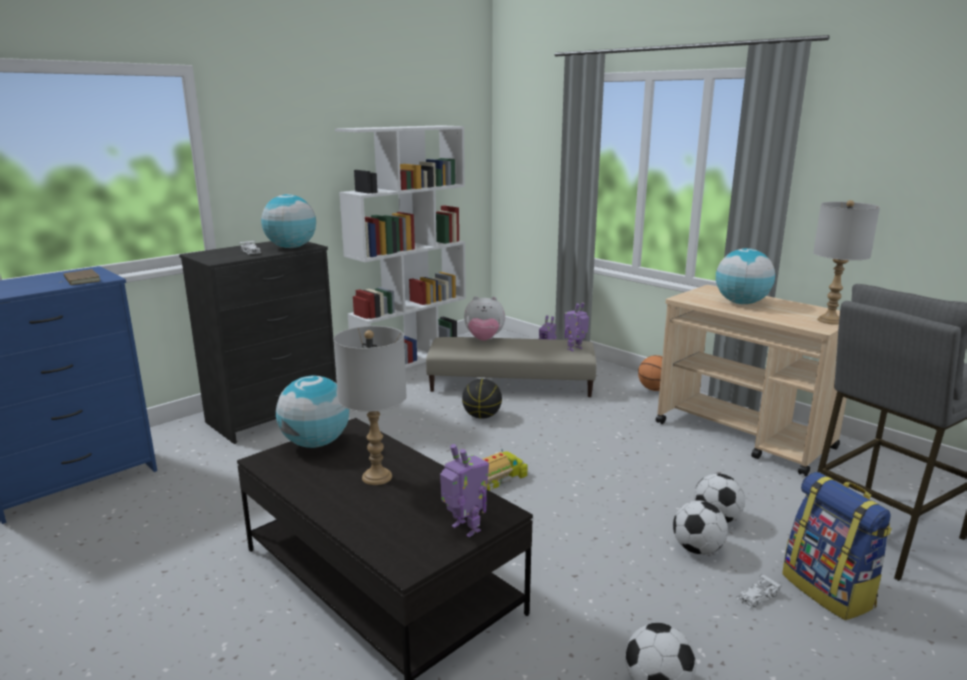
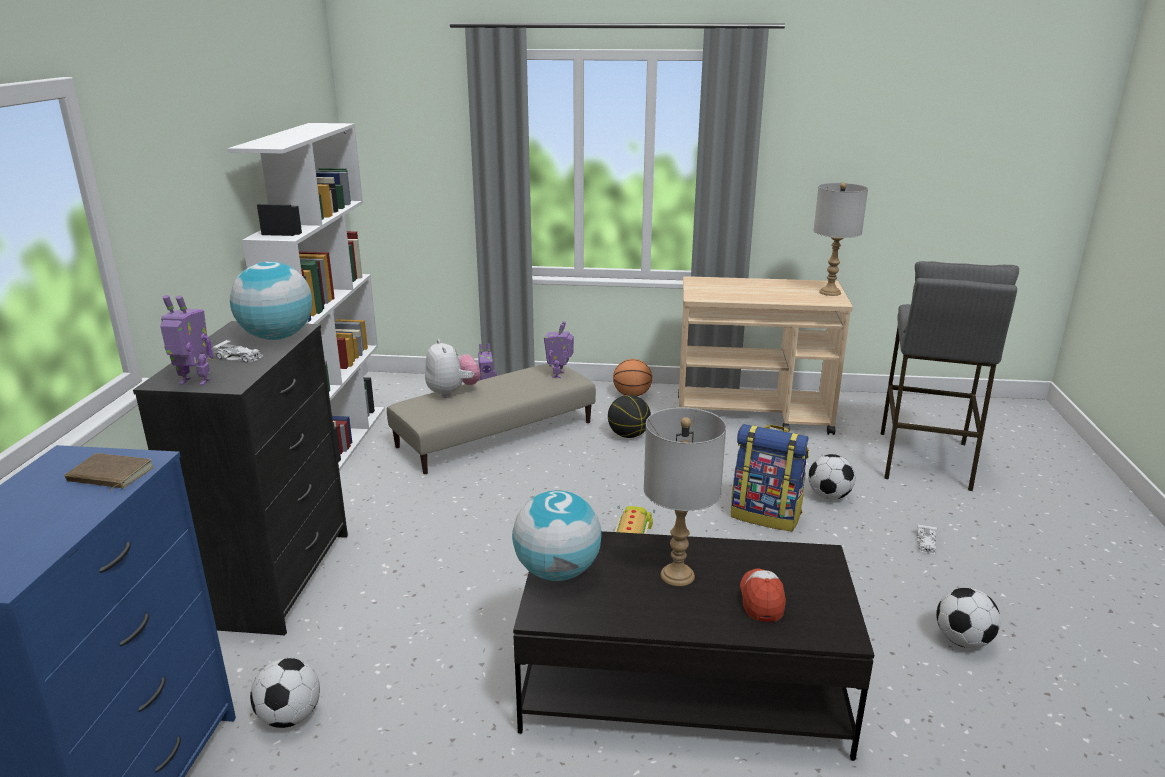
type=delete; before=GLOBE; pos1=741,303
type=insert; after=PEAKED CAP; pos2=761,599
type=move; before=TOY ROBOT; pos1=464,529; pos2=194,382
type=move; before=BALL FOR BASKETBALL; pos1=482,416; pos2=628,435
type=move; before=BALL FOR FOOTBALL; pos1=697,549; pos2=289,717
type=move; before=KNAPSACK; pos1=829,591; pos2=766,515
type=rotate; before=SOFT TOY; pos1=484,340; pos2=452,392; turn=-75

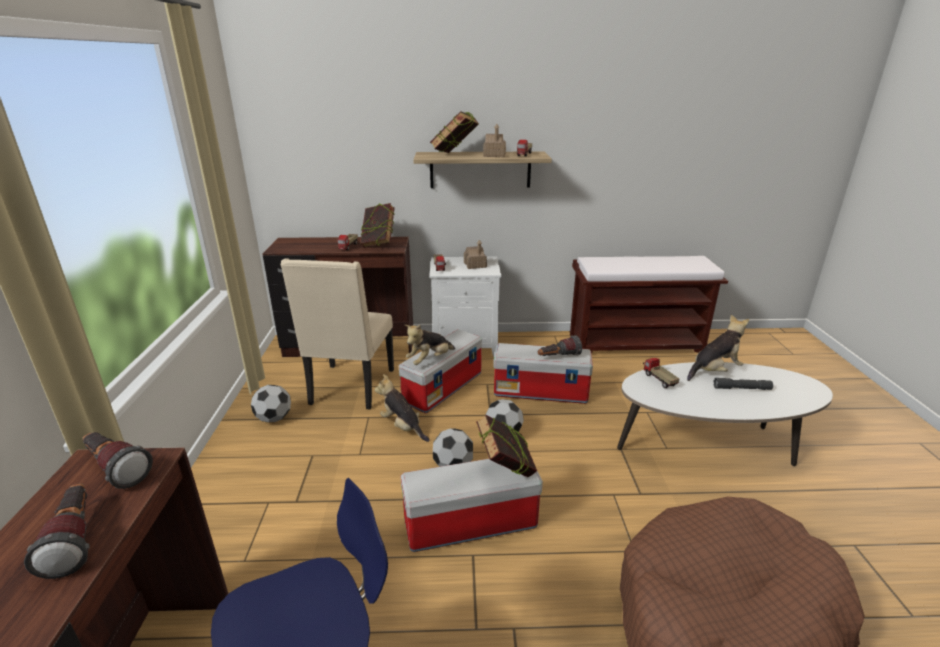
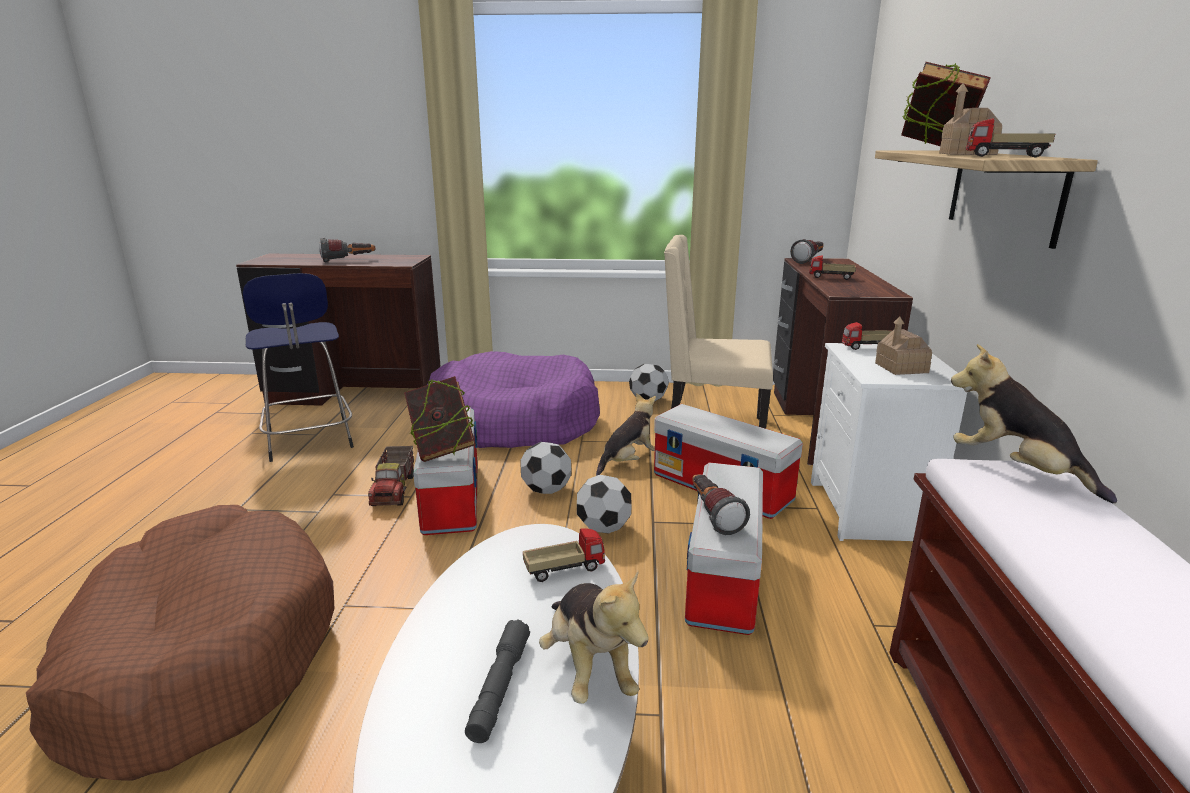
type=delete; before=VOLUME; pos1=379,244
type=insert; after=MODEL TRUCK; pos2=395,490
type=insert; after=PURPLISH PET BED; pos2=513,422
type=move; before=HAND TORCH; pos1=116,469; pos2=809,261
type=move; before=SOFT TOY; pos1=429,360; pos2=1016,471

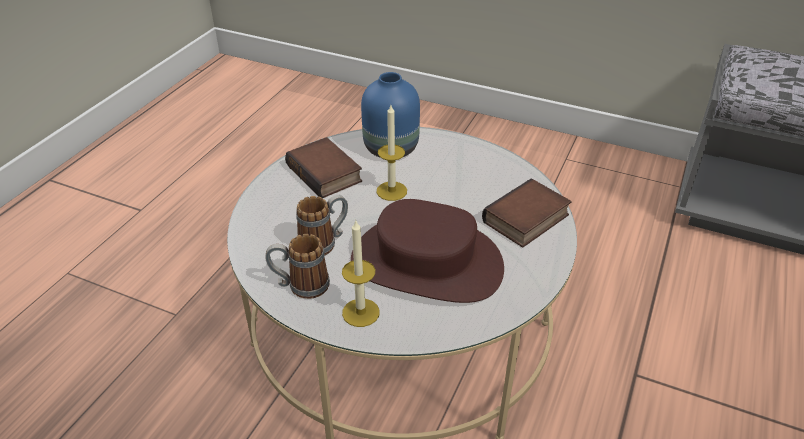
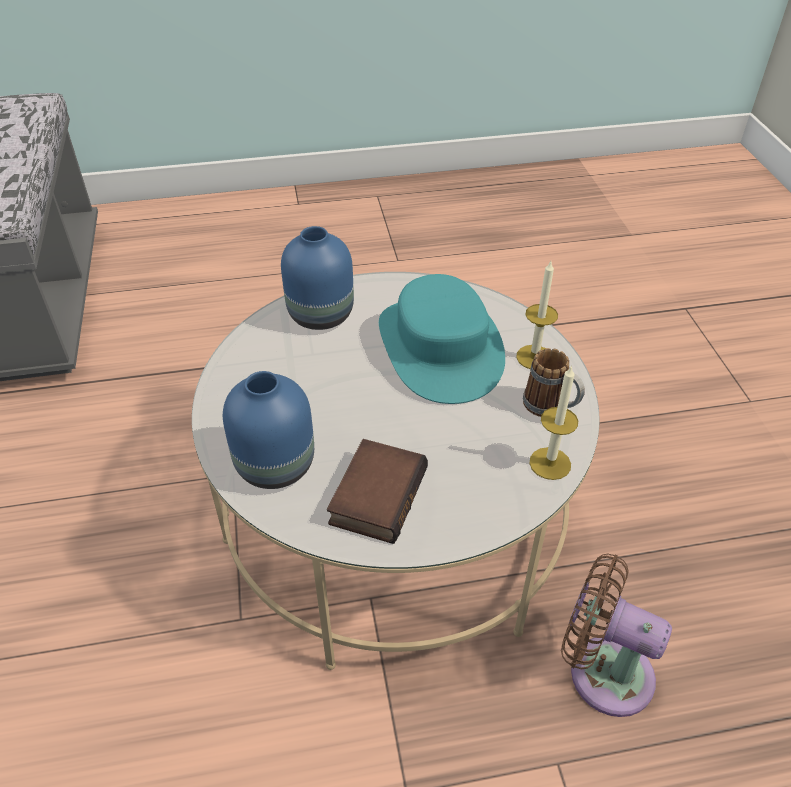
type=delete; before=MUG; pos1=324,243
type=insert; after=BROWN-COLOURED FAN; pos2=602,671
type=move; before=WAX LIGHT; pos1=391,191; pos2=550,463
type=replace; before=VOLUME; after=BLUISH FLOWER VASE; pos1=526,220; pos2=322,314
type=recolor; before=BROWN-COLOURED WEARABLE HAT; after=TURQUOISE-COLOURED WEARABLE HAT; pos1=426,263; pos2=440,348

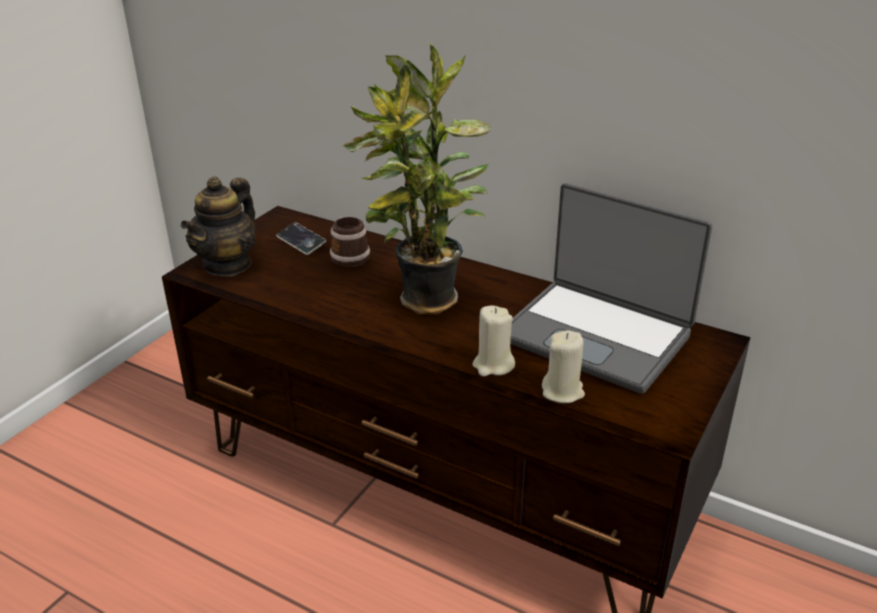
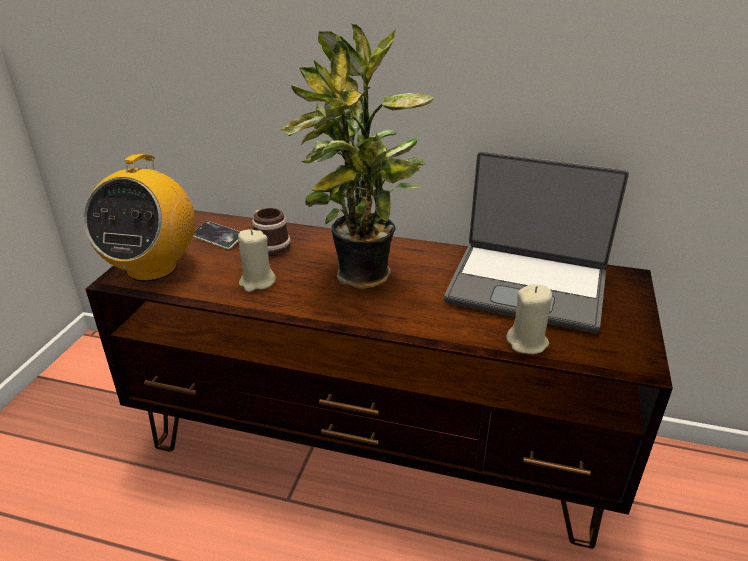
type=move; before=BEIGE-COLOURED WAX LIGHT; pos1=493,365; pos2=257,282
type=replace; before=POT FOR TEA; after=RADIO SET; pos1=227,264; pos2=152,268

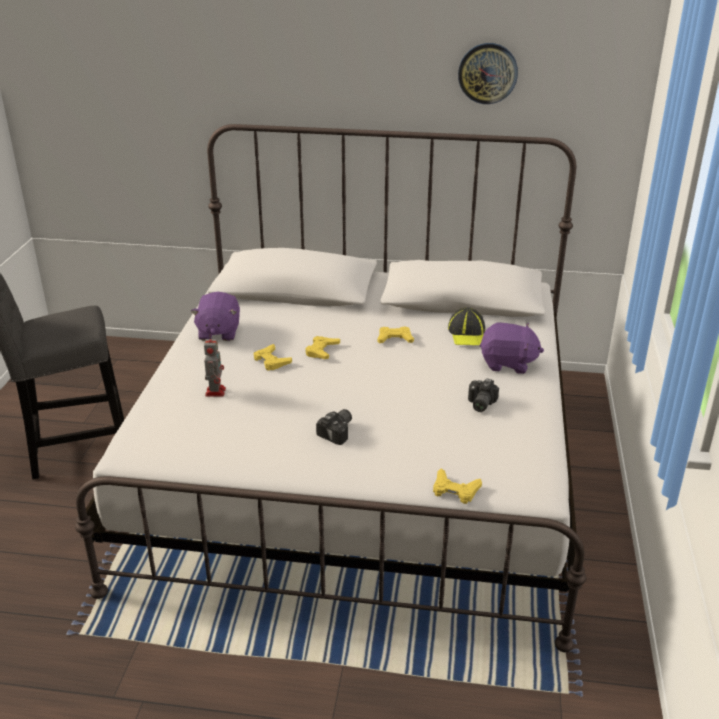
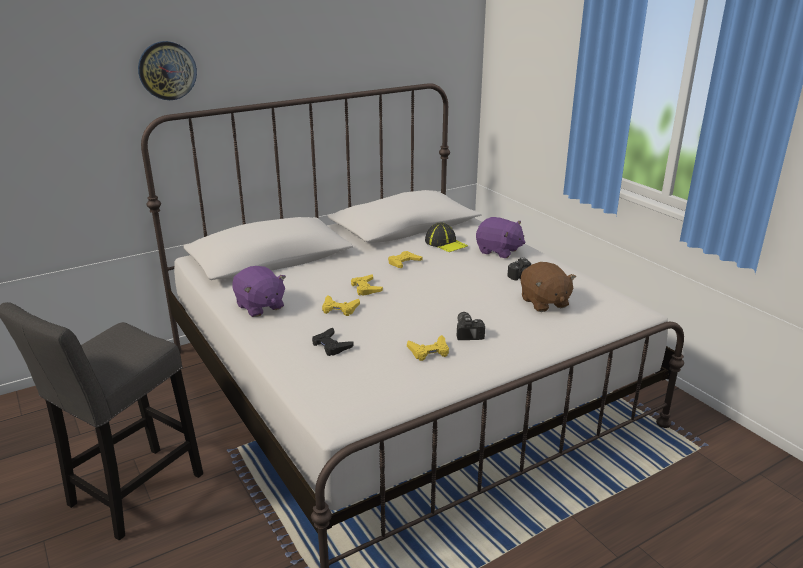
type=insert; after=BROWN-COLOURED SOFT TOY; pos2=544,302
type=move; before=YELLOW JOYPAD; pos1=455,490; pos2=429,351
type=move; before=CLOCK ON THE WALL; pos1=487,73; pos2=167,70
type=replace; before=TOY ROBOT; after=BLACK JOYPAD; pos1=215,391; pos2=331,346
type=rotate; before=PURPLISH SOFT TOY; pos1=508,363; pos2=498,251; turn=60

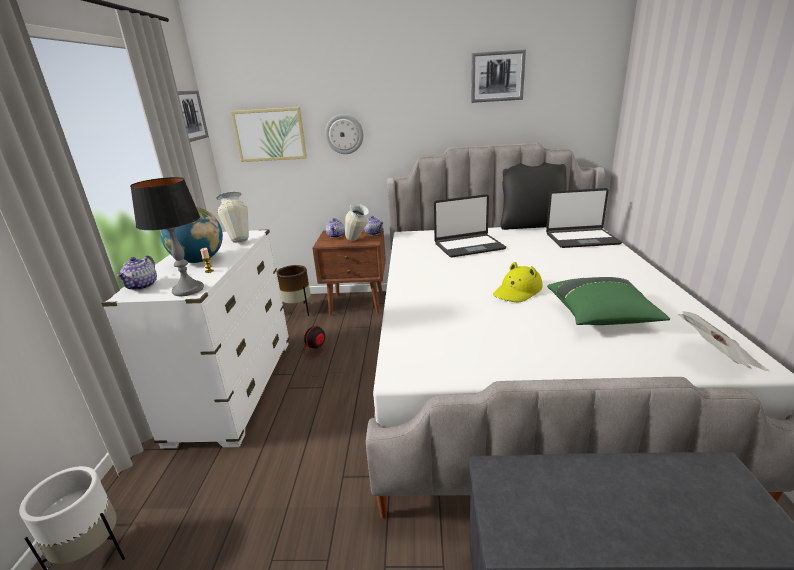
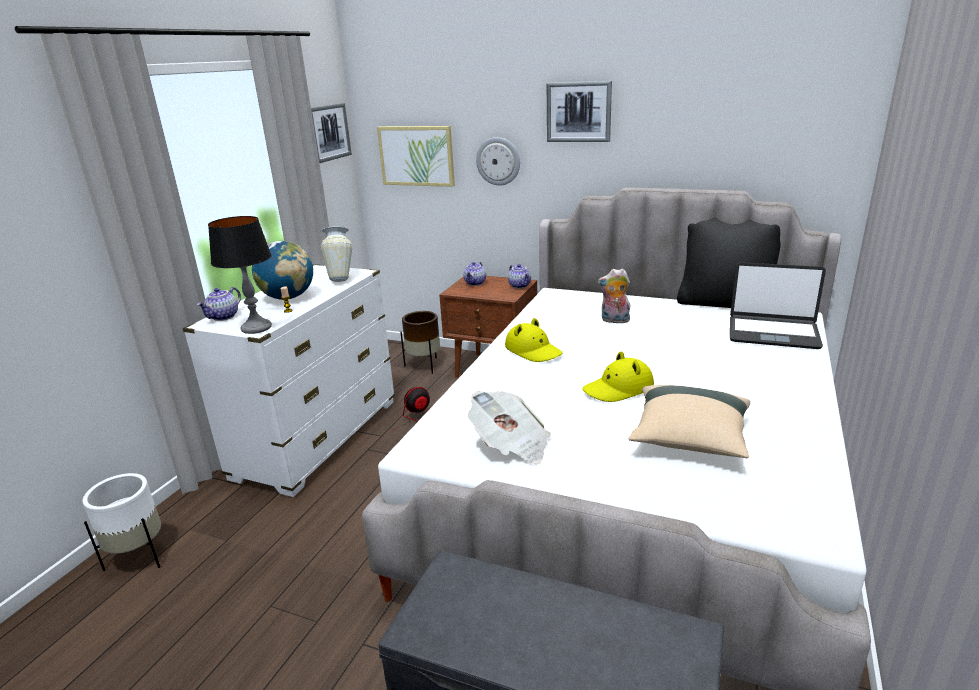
type=delete; before=FLOWER VASE; pos1=358,242
type=insert; after=YELLOW WEARABLE HAT; pos2=533,350
type=move; before=WALL ART; pos1=497,76; pos2=579,112
type=move; before=NEWSPAPER; pos1=717,359; pos2=511,445
type=replace; before=LAPTOP; after=SOFT TOY; pos1=468,246; pos2=614,321
type=recolor; before=GREENISH PILLOW; after=BEIGE-COLOURED PILLOW; pos1=601,317; pos2=689,439

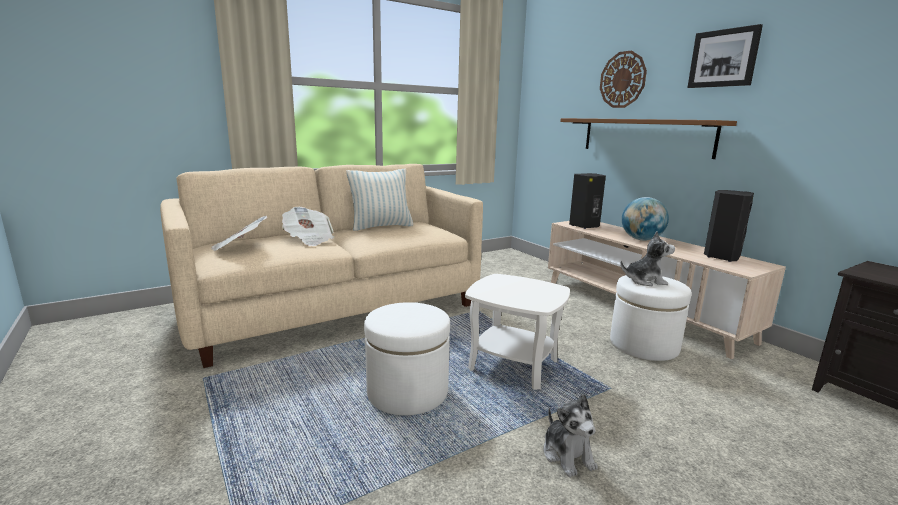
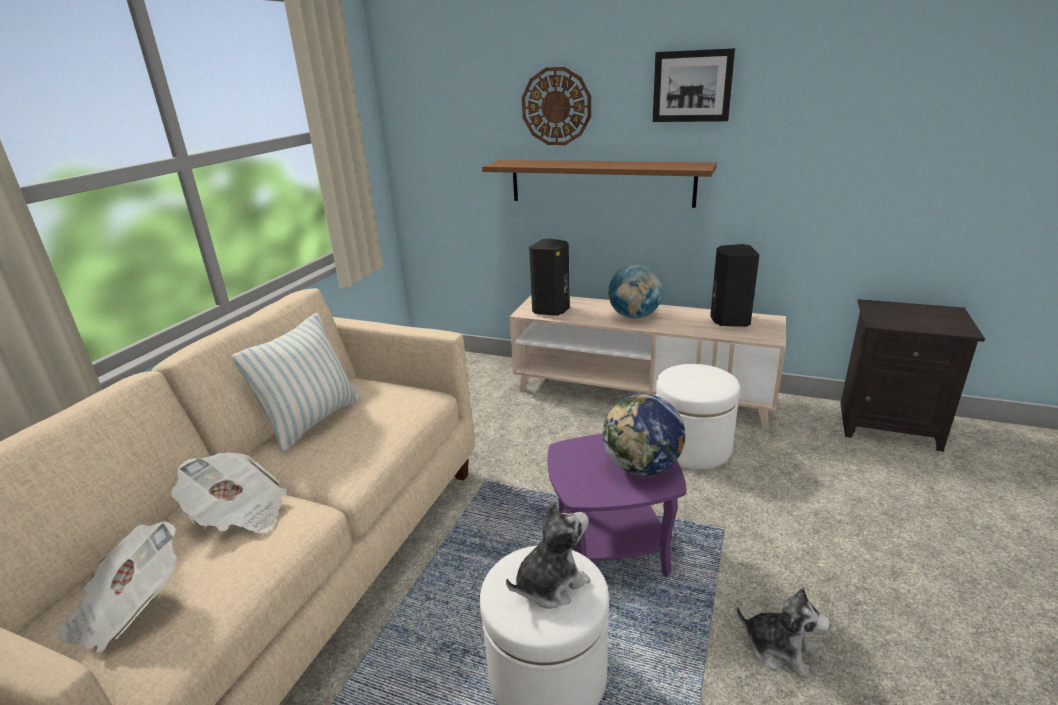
type=insert; after=GLOBE; pos2=642,467
type=move; before=SOFT TOY; pos1=644,281; pos2=550,584
type=recolor; before=WHITE-COLOURED END TABLE; after=PURPLISH END TABLE; pos1=513,365; pos2=612,551

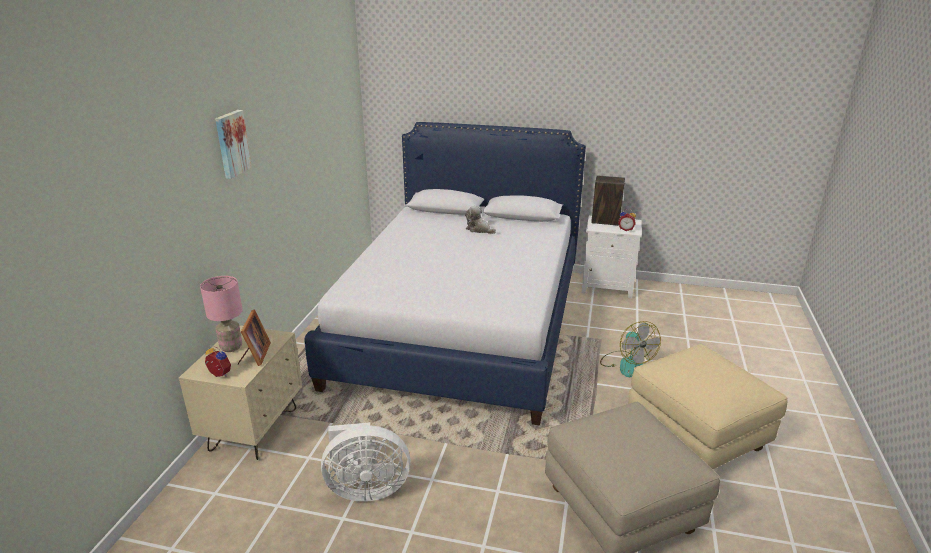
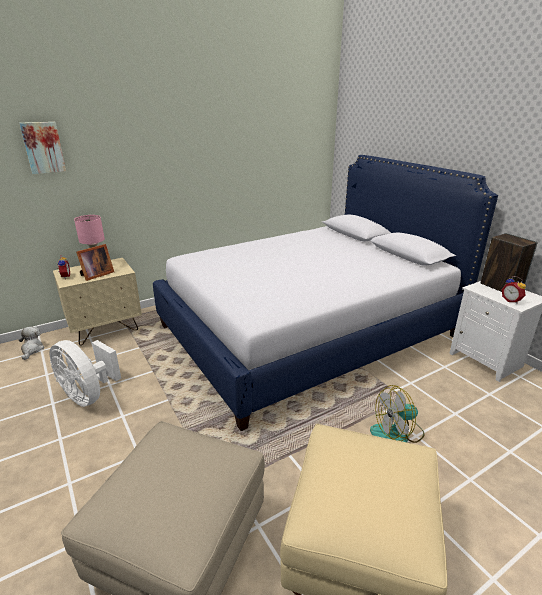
type=move; before=WALL ART; pos1=231,143; pos2=43,147
type=move; before=SOFT TOY; pos1=479,229; pos2=32,350
type=rotate; before=FAN; pos1=626,363; pos2=397,433; turn=45

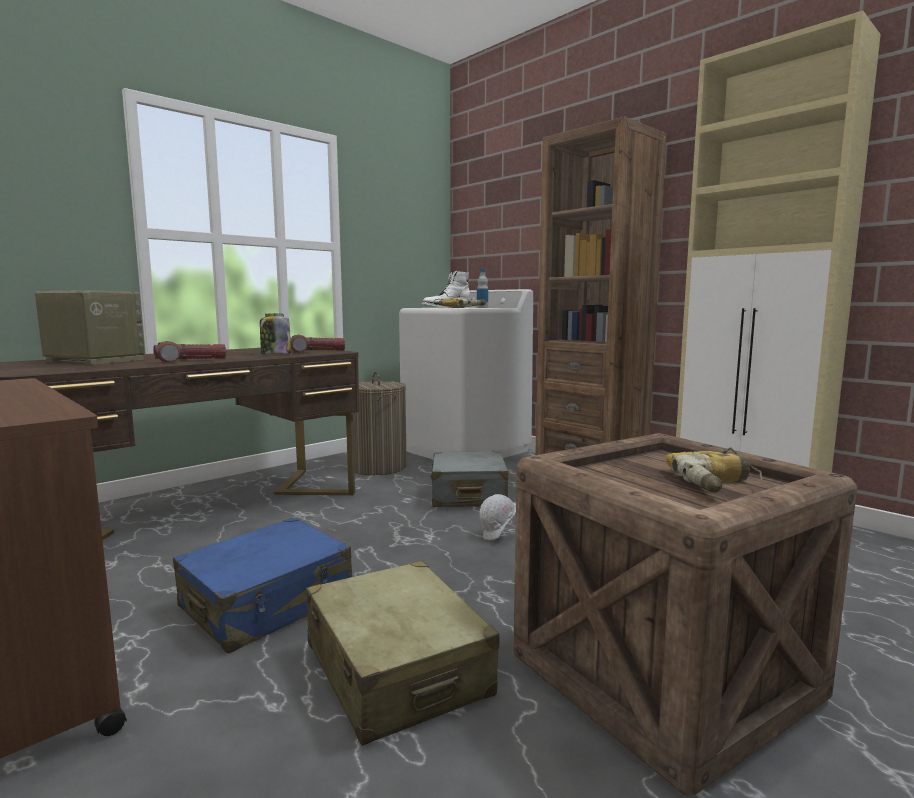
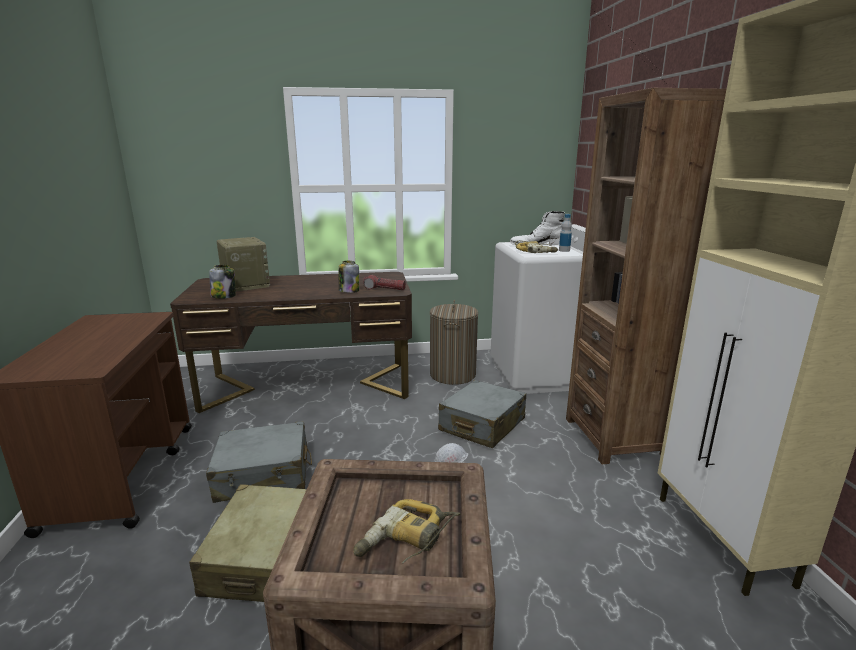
type=delete; before=HAND TORCH; pos1=191,361
type=insert; after=STORAGE JAR; pos2=224,296
type=recolor; before=BLUISH TRAVEL CASE; after=GREYISH TRAVEL CASE; pos1=267,603; pos2=263,475

